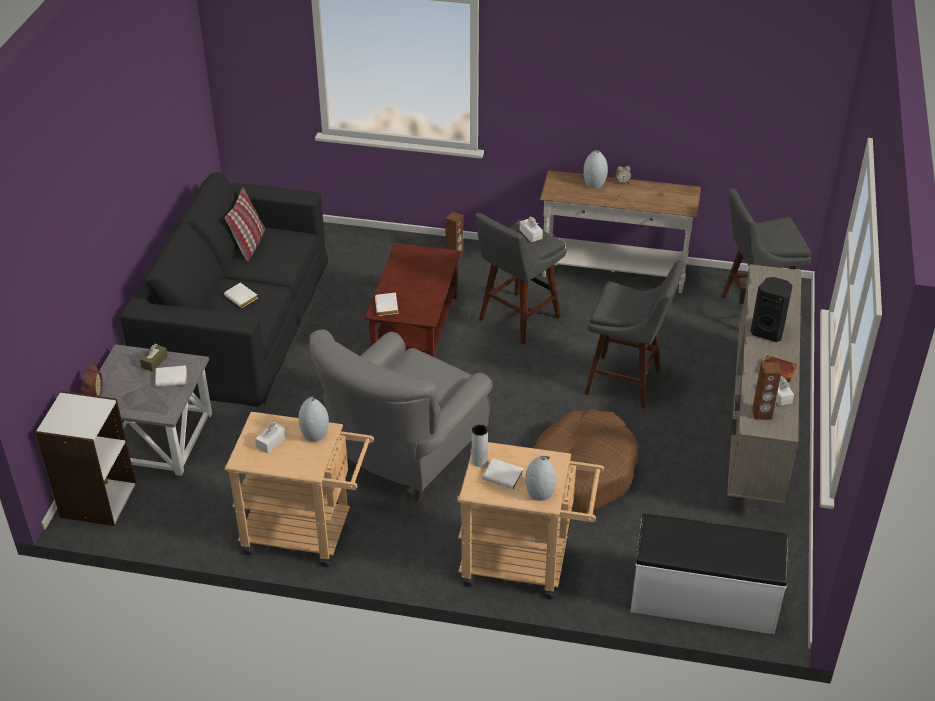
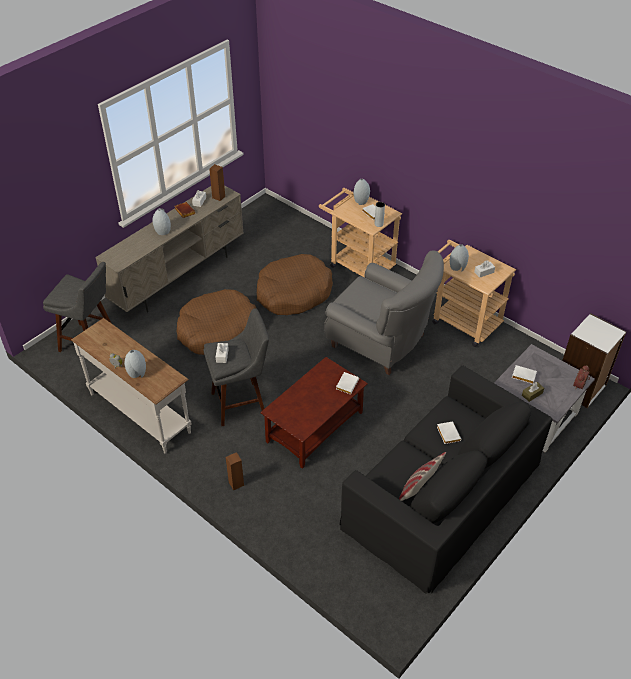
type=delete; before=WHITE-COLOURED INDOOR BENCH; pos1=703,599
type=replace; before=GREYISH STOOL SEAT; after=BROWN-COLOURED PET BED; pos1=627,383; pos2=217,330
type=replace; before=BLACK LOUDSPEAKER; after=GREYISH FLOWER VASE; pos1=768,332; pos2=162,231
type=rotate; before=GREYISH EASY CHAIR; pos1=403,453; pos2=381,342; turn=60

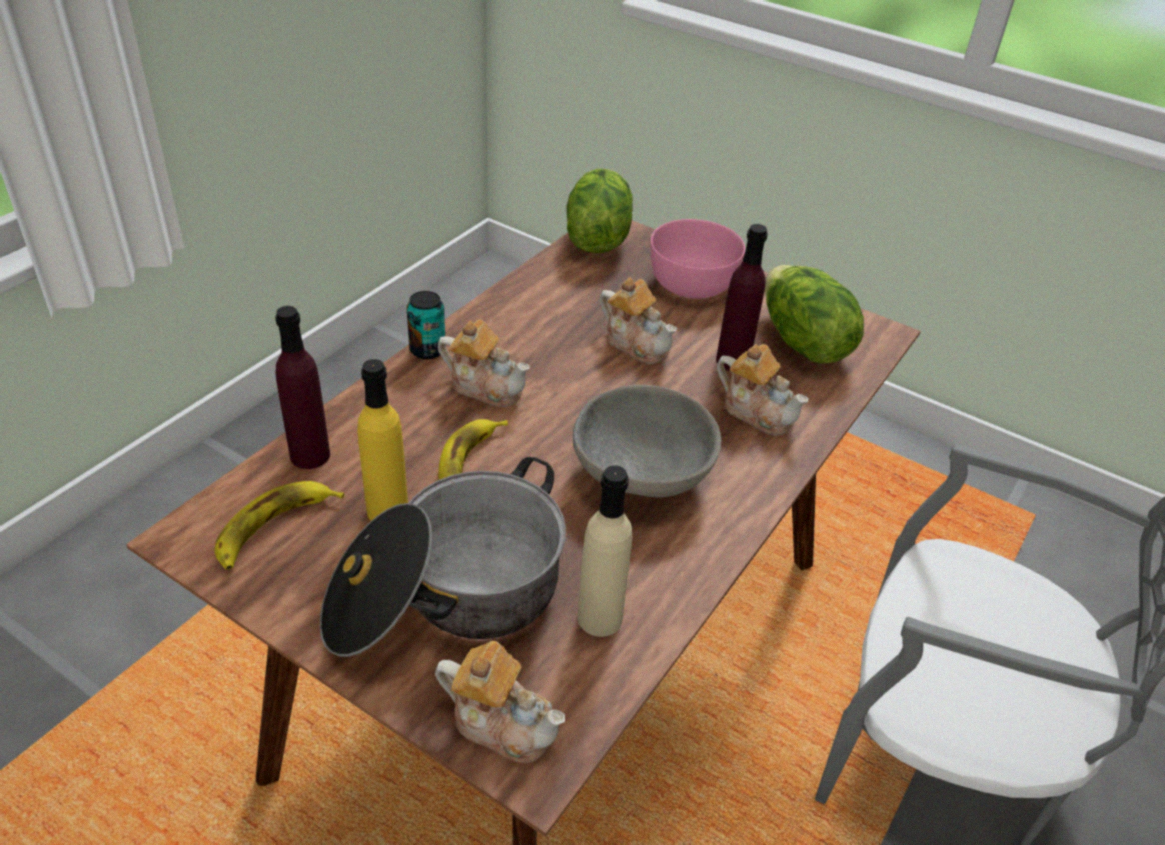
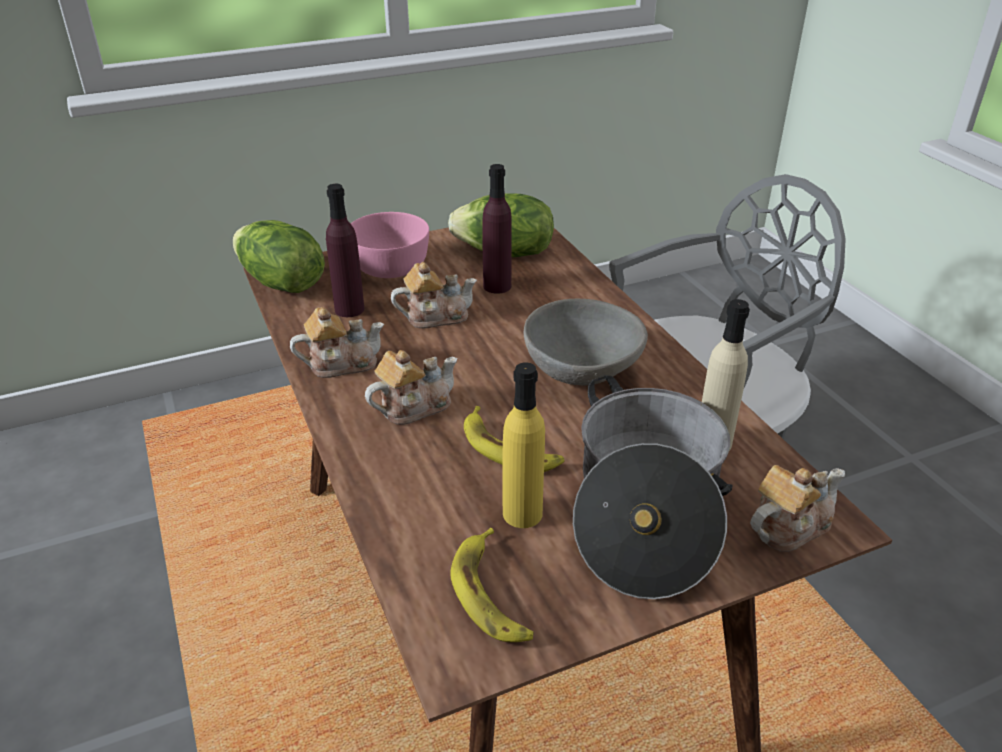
type=delete; before=SEALED CAN; pos1=427,350
type=move; before=PURPLISH BEVERAGE BOTTLE; pos1=310,455; pos2=349,309
type=move; before=POT FOR TEA; pos1=757,411; pos2=341,363

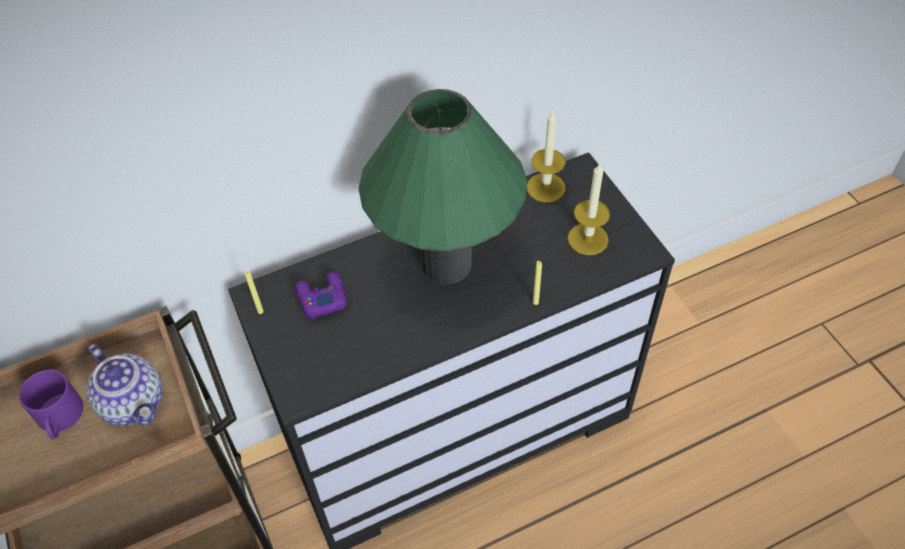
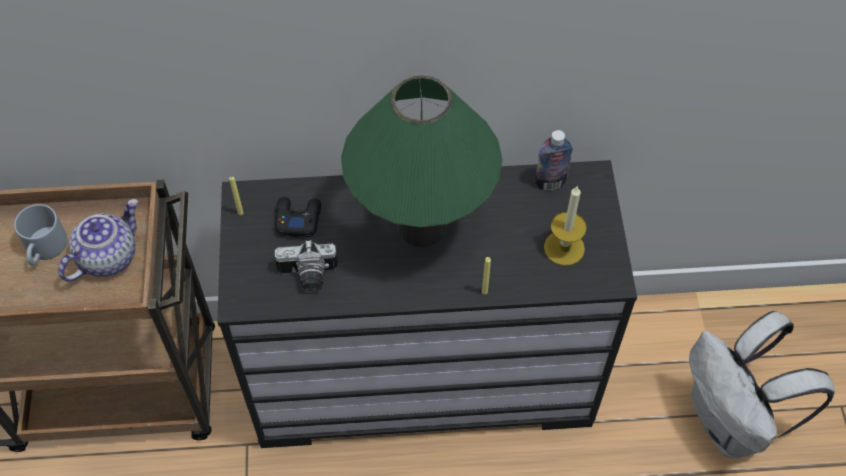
type=insert; after=STILL CAMERA; pos2=308,277
type=insert; after=WHITE-COLOURED KNAPSACK; pos2=731,422
type=replace; before=WAX LIGHT; after=BEVERAGE BOTTLE; pos1=545,187; pos2=550,182
type=recolor; before=PURPLISH MUG; after=GREYISH MUG; pos1=61,419; pos2=45,249
type=recolor; before=PURPLISH JOYPAD; after=BLACK JOYPAD; pos1=321,297; pos2=298,219
type=rotate; before=POT FOR TEA; pos1=134,402; pos2=108,256; turn=-120

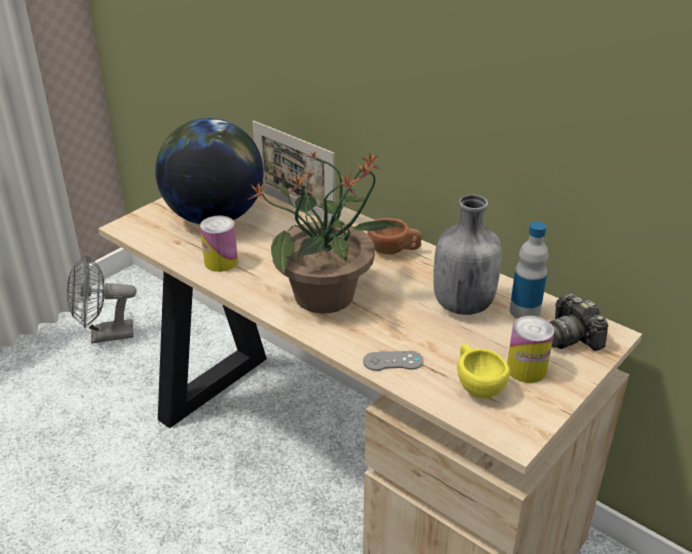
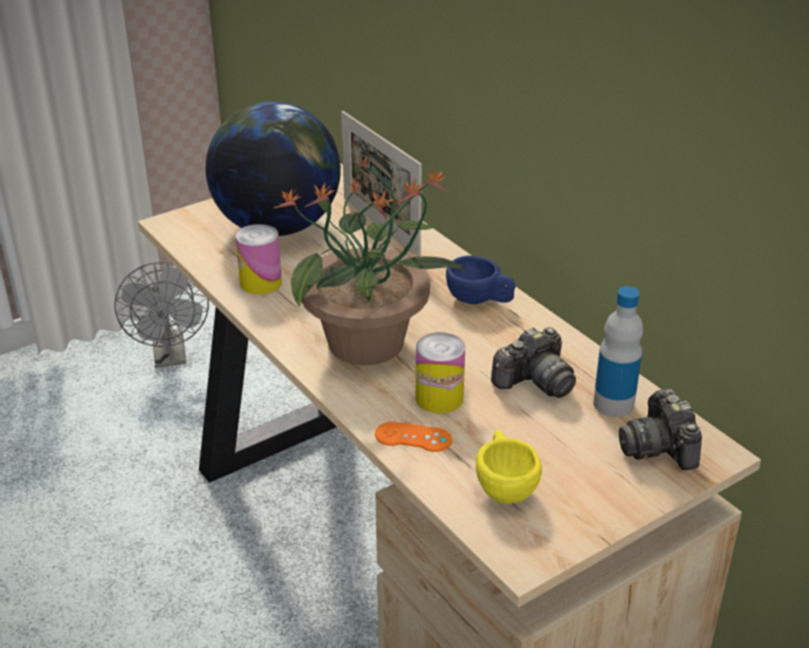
type=move; before=SEALED CAN; pos1=526,369; pos2=439,398
type=replace; before=GREYISH BEVERAGE BOTTLE; after=STILL CAMERA; pos1=462,304; pos2=535,381
type=recolor; before=GREYISH JOYPAD; after=ORANGE-COLOURED JOYPAD; pos1=393,361; pos2=413,437
type=recolor; before=BROWN-COLOURED CUP; after=BLUISH CUP; pos1=394,250; pos2=480,300
type=rotate; before=GREYISH FAN; pos1=104,335; pos2=171,357; turn=-105

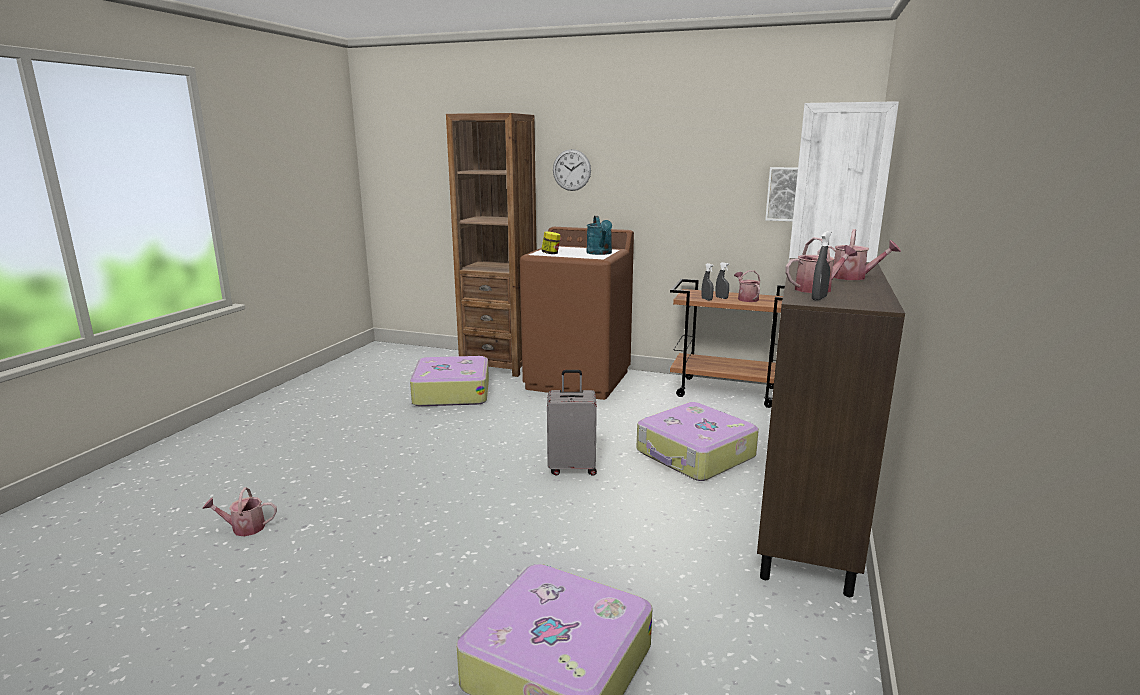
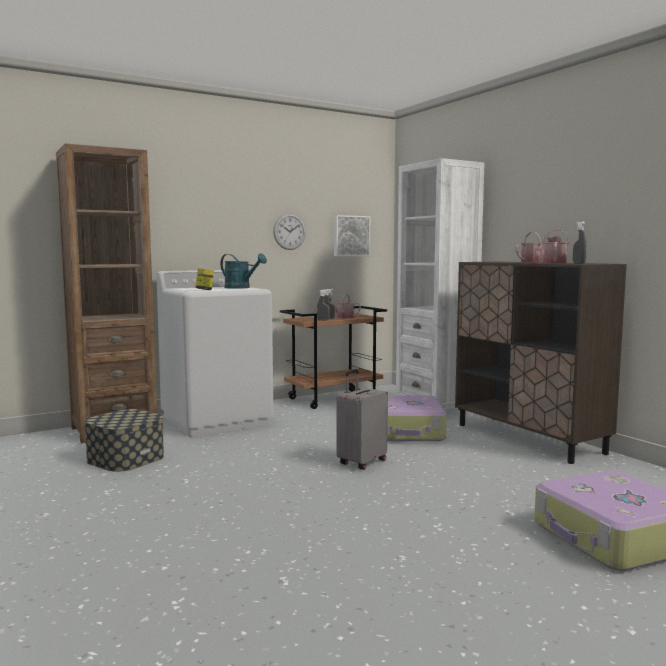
type=delete; before=SPRINKLING CAN; pos1=244,528
type=move; before=CLOCK ON THE WALL; pos1=571,170; pos2=289,231
type=replace; before=TRAVEL CASE; after=STORAGE BIN; pos1=451,392; pos2=125,458
type=recolor; before=BROWN-COLOURED WASHING MACHINE; after=WHITE-COLOURED WASHING MACHINE; pos1=578,380; pos2=217,420

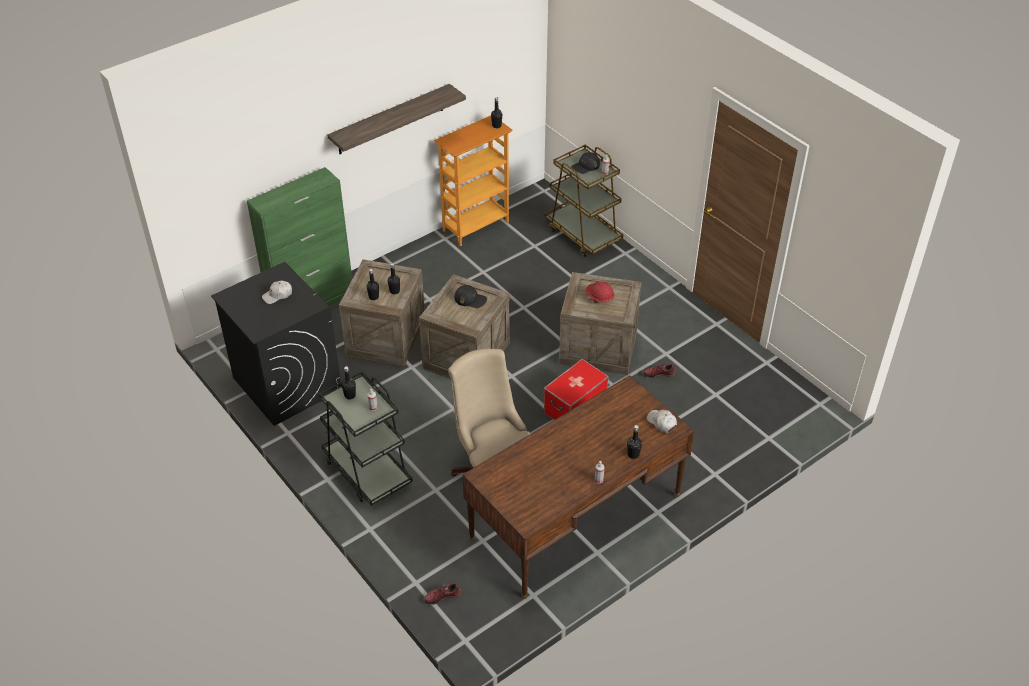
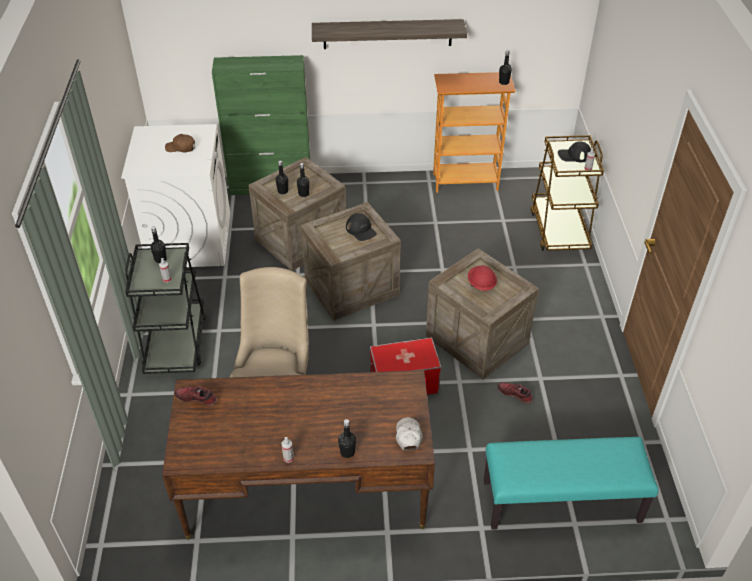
type=insert; after=TURQUOISE-COLOURED INDOOR BENCH; pos2=560,502
type=move; before=SHOE; pos1=442,596; pos2=197,398
type=recolor; before=BLACK WASHING MACHINE; after=WHITE-COLOURED WASHING MACHINE; pos1=286,383; pos2=189,239
type=recolor; before=WHITE-COLOURED PEAKED CAP; after=BROWN-COLOURED PEAKED CAP; pos1=278,295; pos2=181,148

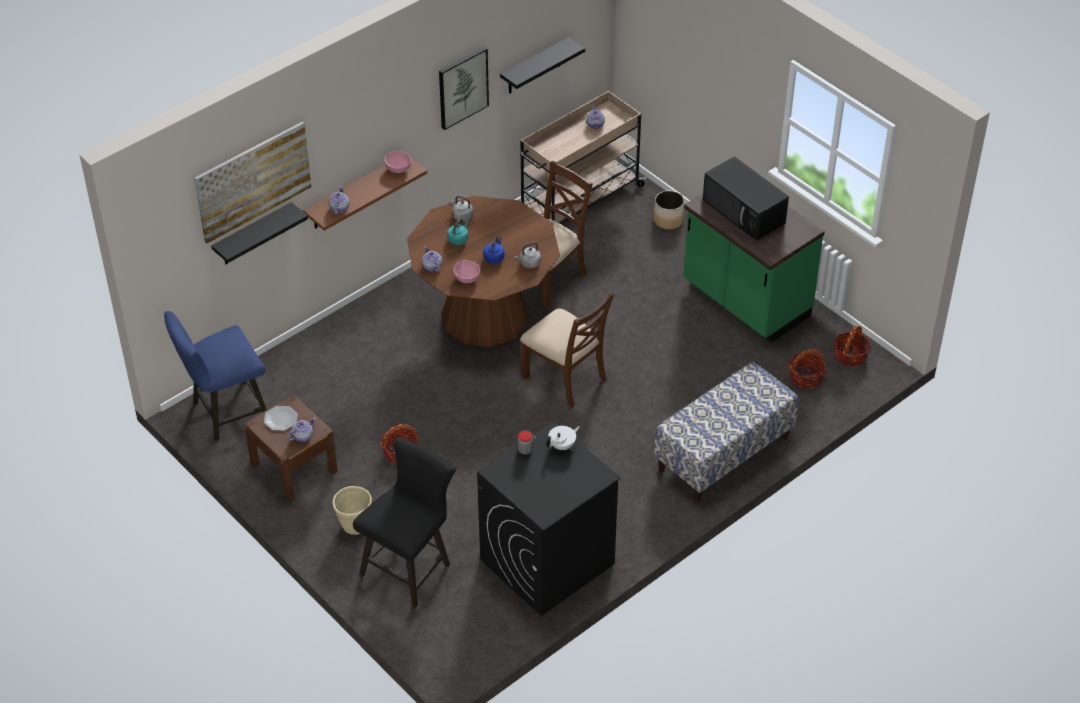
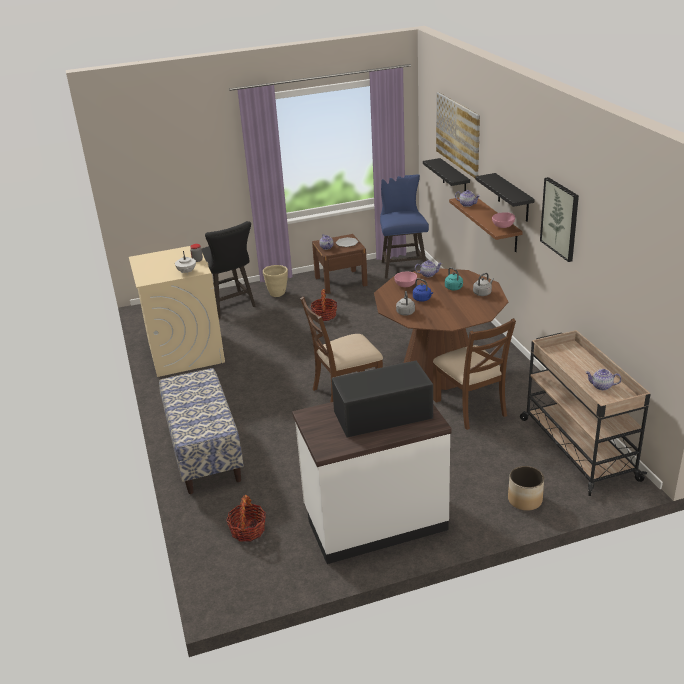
type=delete; before=BASKET; pos1=850,356
type=move; before=BLACK WALL SHELF; pos1=534,67; pos2=513,198
type=recolor; before=BLACK WASHING MACHINE; after=BEIGE-COLOURED WASHING MACHINE; pos1=547,562; pos2=185,352
type=recolor; before=GREENISH COUNTER; after=WHITE-COLOURED COUNTER; pos1=745,302; pos2=374,520

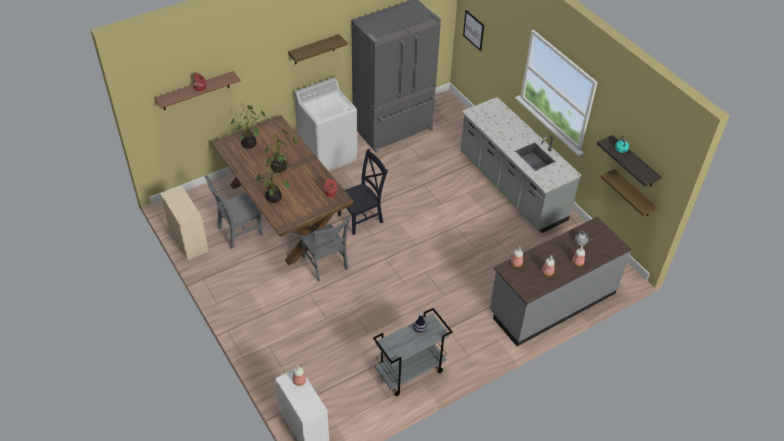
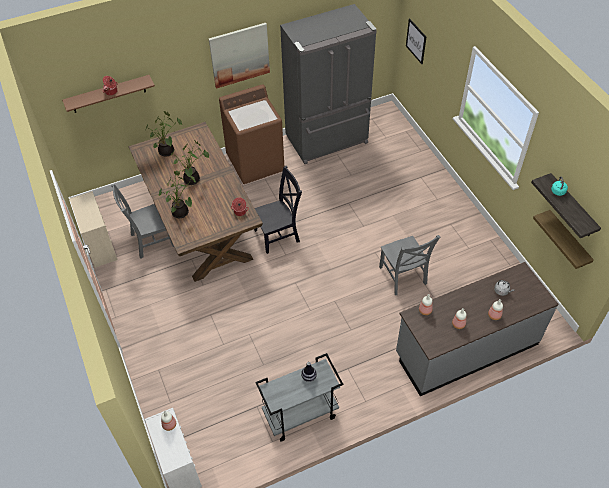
type=delete; before=GREYISH COUNTER; pos1=511,187
type=move; before=GREYISH UPRIGHT CHAIR; pos1=325,265; pos2=403,277
type=replace; before=WALL SHELF; after=WALL ART; pos1=314,49; pos2=239,55
type=recolor; before=WHITE-COLOURED WASHING MACHINE; after=BROWN-COLOURED WASHING MACHINE; pos1=328,154; pos2=255,163

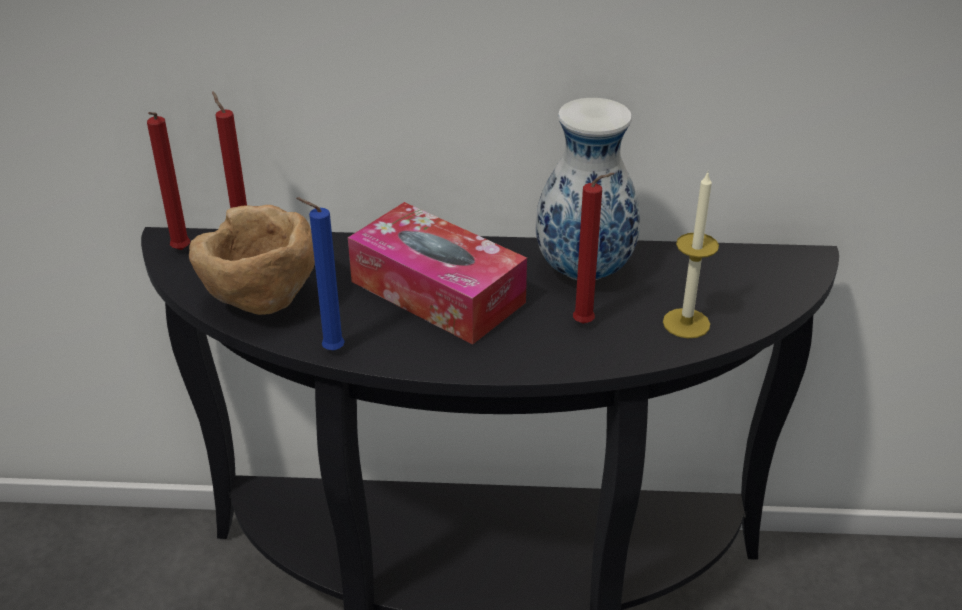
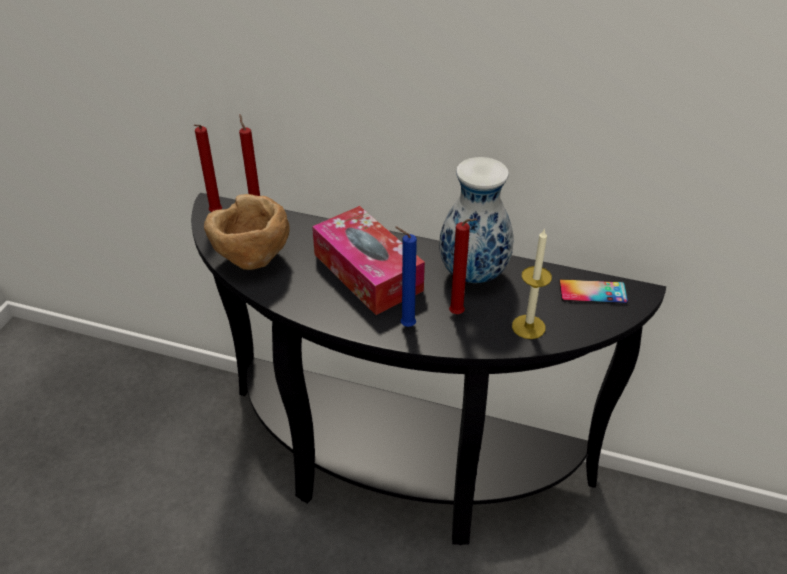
type=insert; after=PHONE; pos2=592,292
type=move; before=BLUISH WAX LIGHT; pos1=329,350; pos2=405,325

